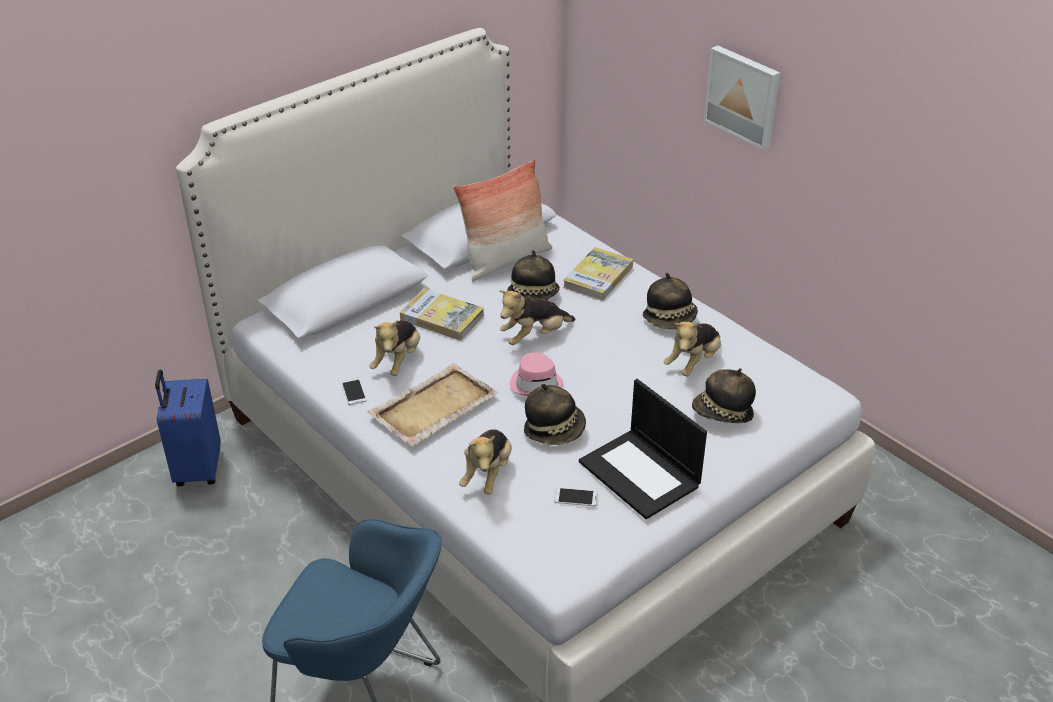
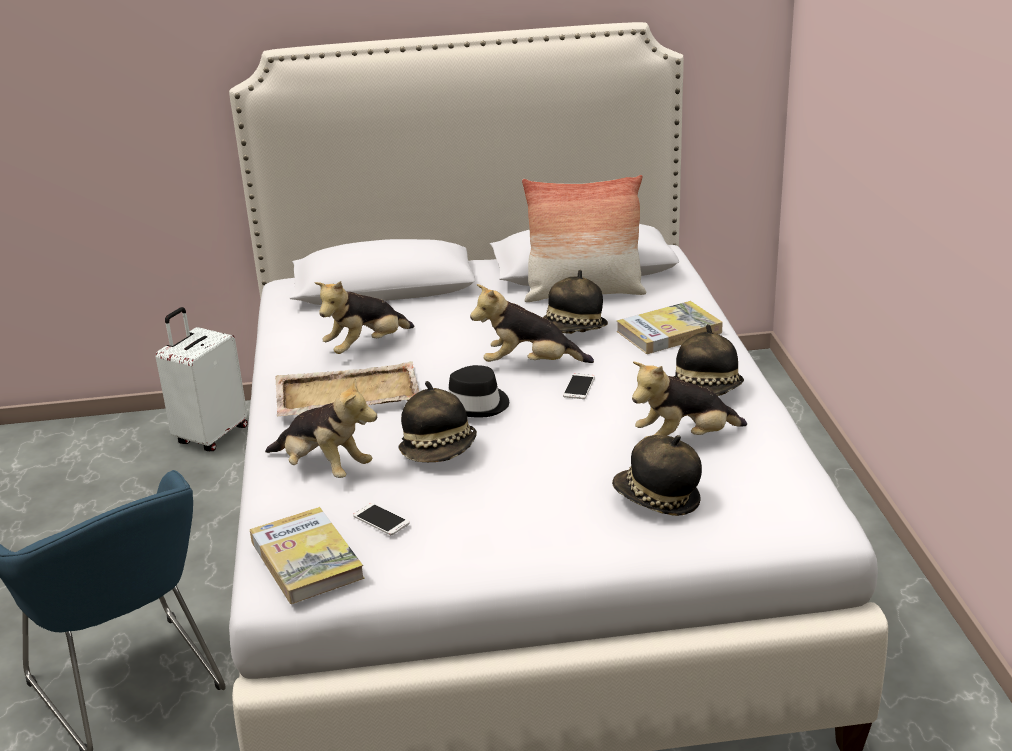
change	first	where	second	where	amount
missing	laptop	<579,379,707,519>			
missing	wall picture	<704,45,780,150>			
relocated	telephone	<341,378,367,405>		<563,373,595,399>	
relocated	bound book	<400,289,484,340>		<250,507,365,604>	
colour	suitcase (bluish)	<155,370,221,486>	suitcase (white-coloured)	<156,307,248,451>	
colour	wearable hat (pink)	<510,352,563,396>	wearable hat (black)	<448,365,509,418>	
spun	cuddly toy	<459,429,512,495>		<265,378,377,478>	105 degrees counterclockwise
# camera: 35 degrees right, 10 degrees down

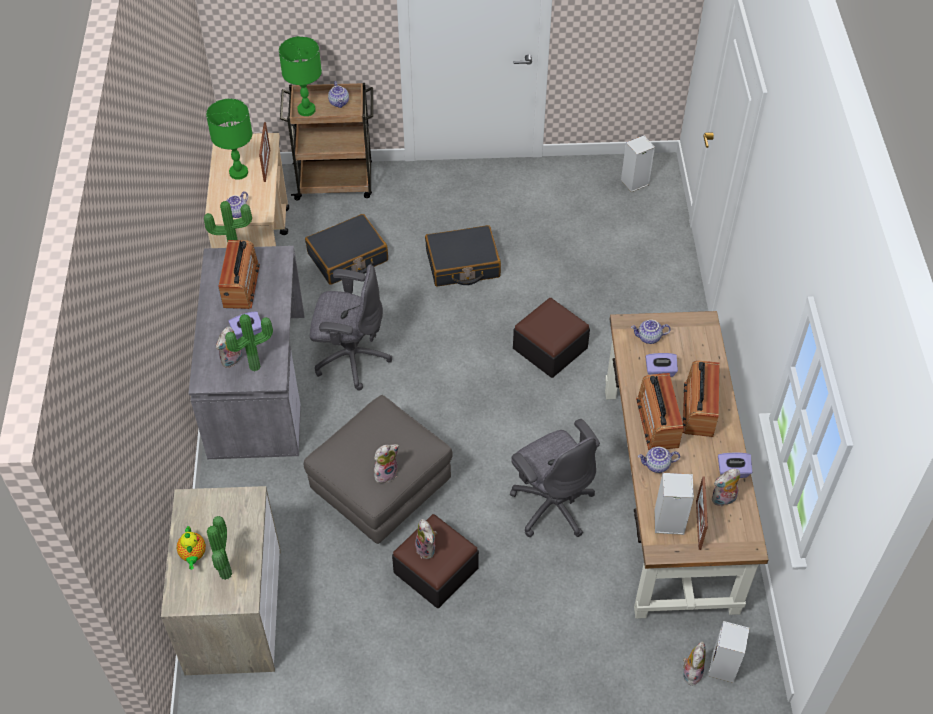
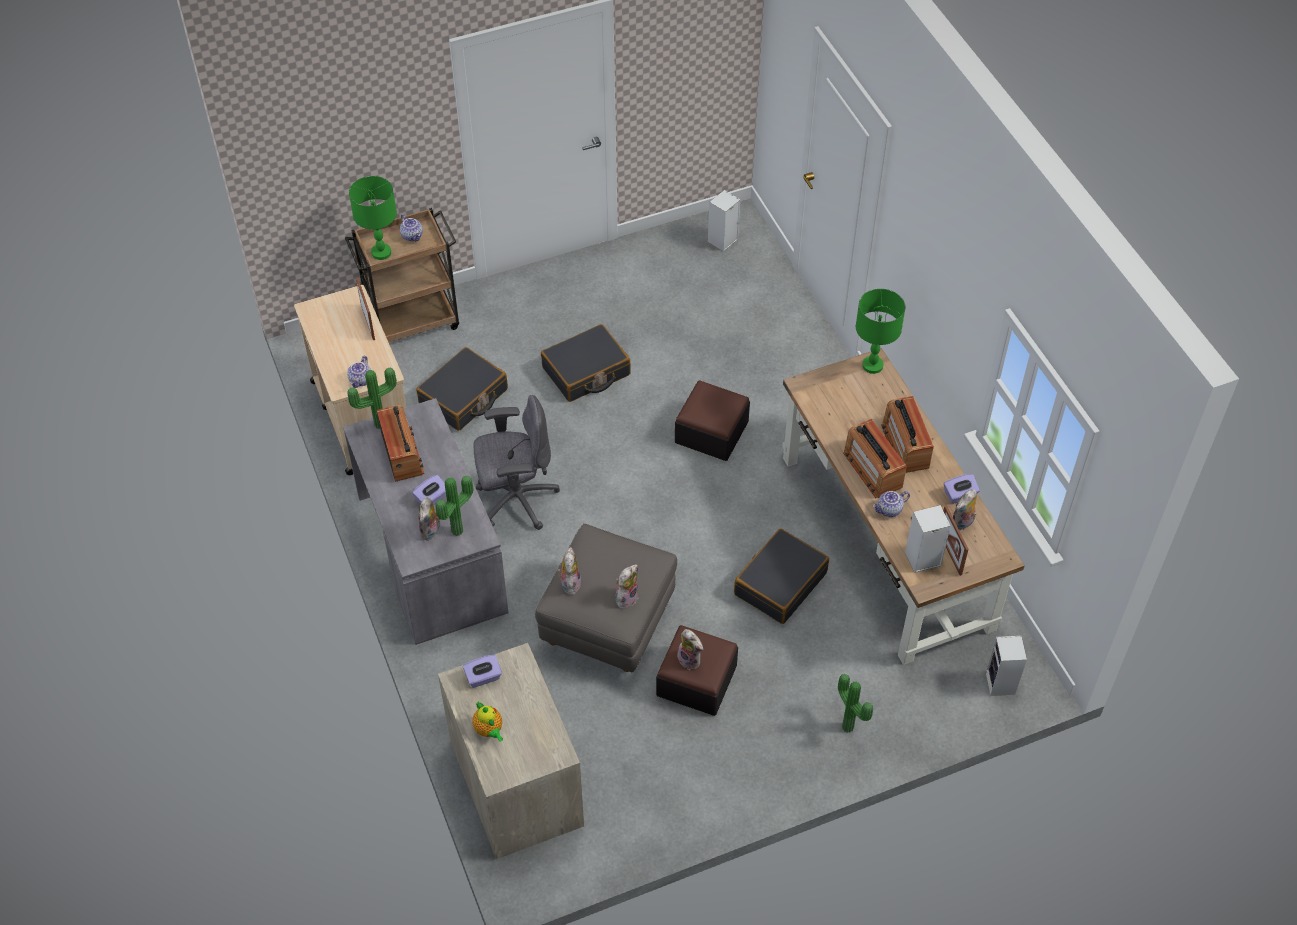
change	first	where	second	where	amount
missing	tea pot	<631,320,671,344>			
relocated	tabletop lamp (greenish)	<206,99,252,180>		<856,289,905,374>	
relocated	plant in a pot	<207,516,232,580>		<838,674,873,733>	
relocated	tissue holder (purple-coloured)	<645,353,678,377>		<463,655,502,688>	
relocated	cuddly toy	<683,641,706,686>		<557,547,581,595>	
exchanged	computer chair (gray)	<510,419,600,537>	suitcase (black)	<734,528,829,624>	
# camera: 20 degrees left, 0 degrees up

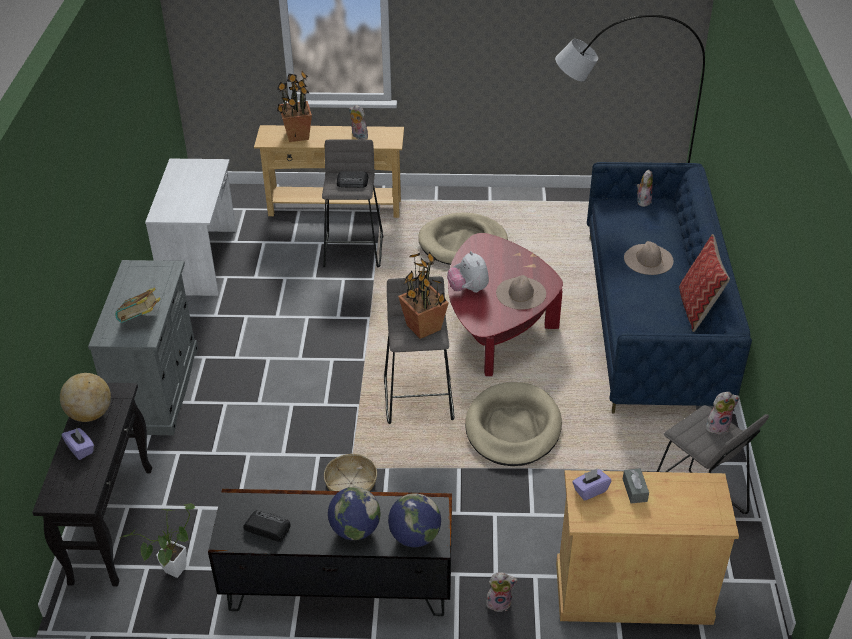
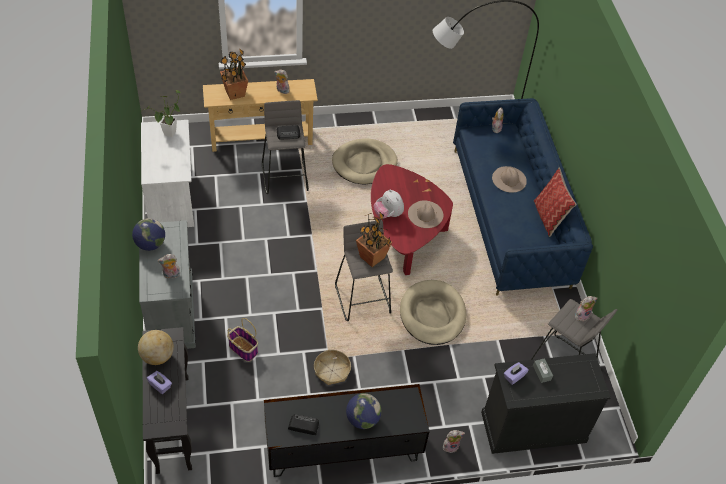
change	first	where	second	where	amount
appeared			storage basket	<227,318,258,362>	
relocated	plant in a pot	<119,503,195,578>		<141,90,181,137>	
relocated	world globe	<388,493,441,547>		<132,218,165,251>	
exchanged	bound book	<115,287,161,323>	cuddly toy	<158,254,180,279>	
colour	storage cabinet (beige-coloured)	<556,470,739,625>	storage cabinet (black)	<481,353,611,454>	
# camera: 15 degrees left, 10 degrees up

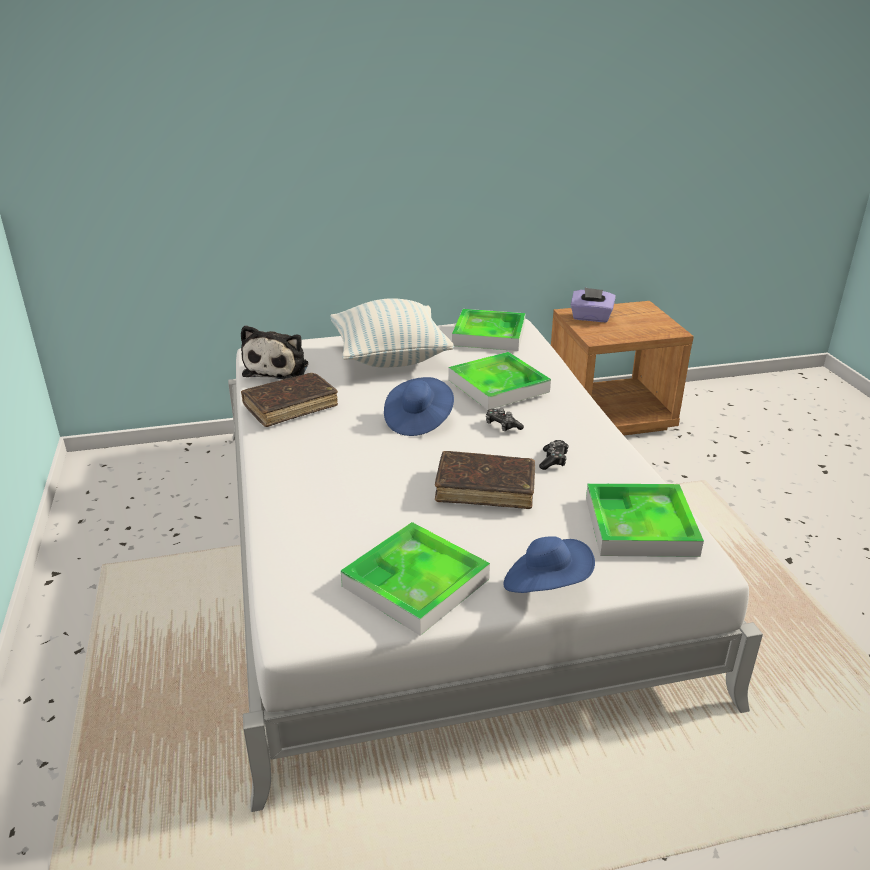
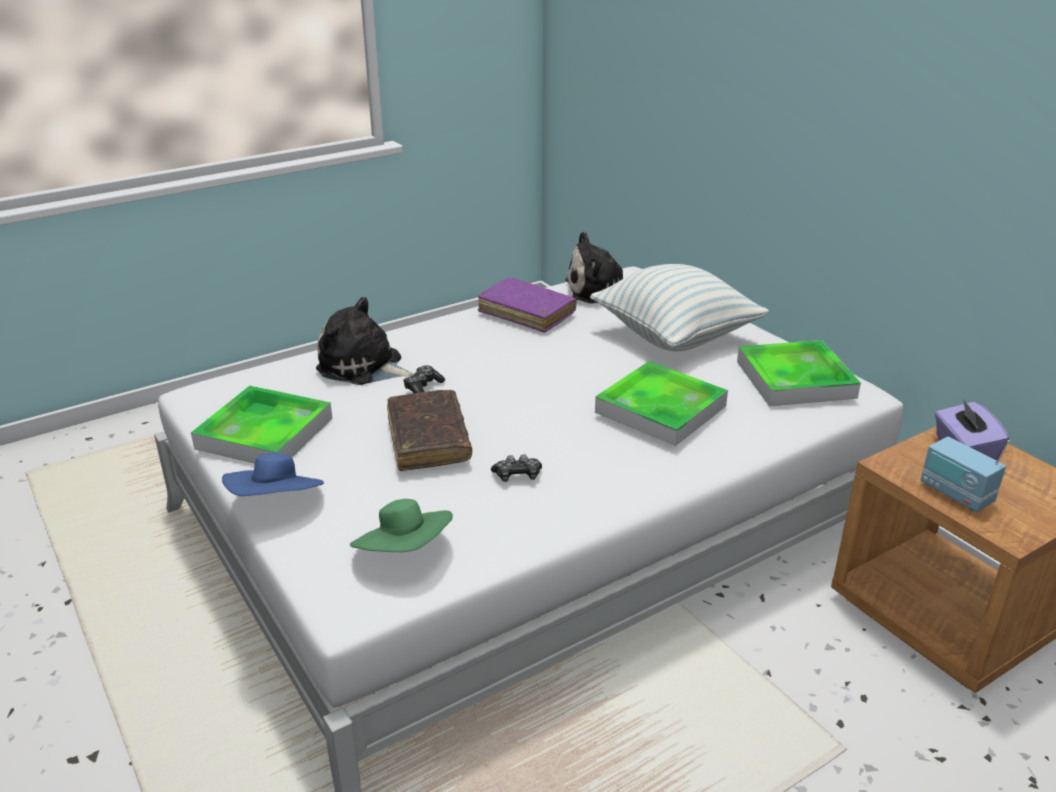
change	first	where	second	where	amount
missing	wearable hat (bluish)	<384,377,454,436>			
appeared			cuddly toy	<316,297,413,385>	
appeared			radio set	<921,437,1010,512>	
relocated	gamepad	<486,408,524,432>		<403,365,445,393>	
exchanged	tray	<586,483,704,557>	wearable hat (greenish)	<350,499,453,552>	
colour	bound book (brownish)	<241,373,338,427>	bound book (purple-coloured)	<478,277,577,332>	
# camera: 70 degrees right, 0 degrees up

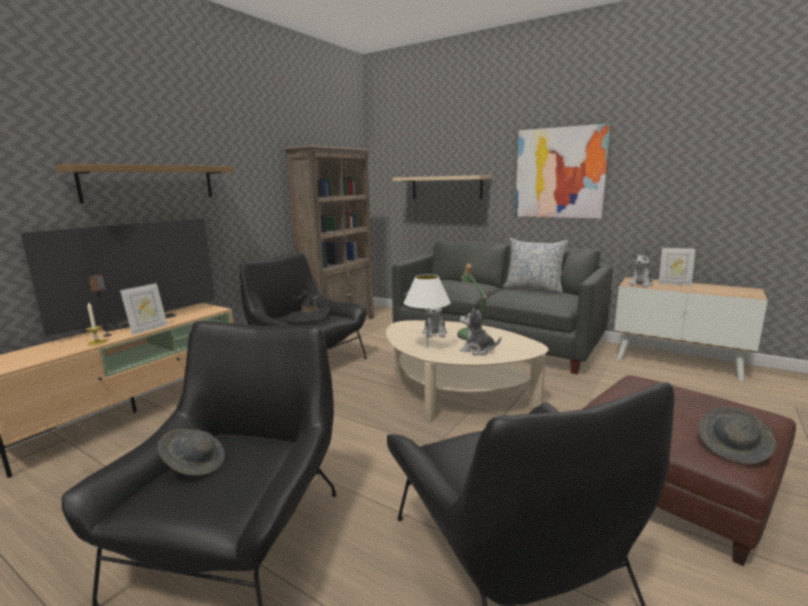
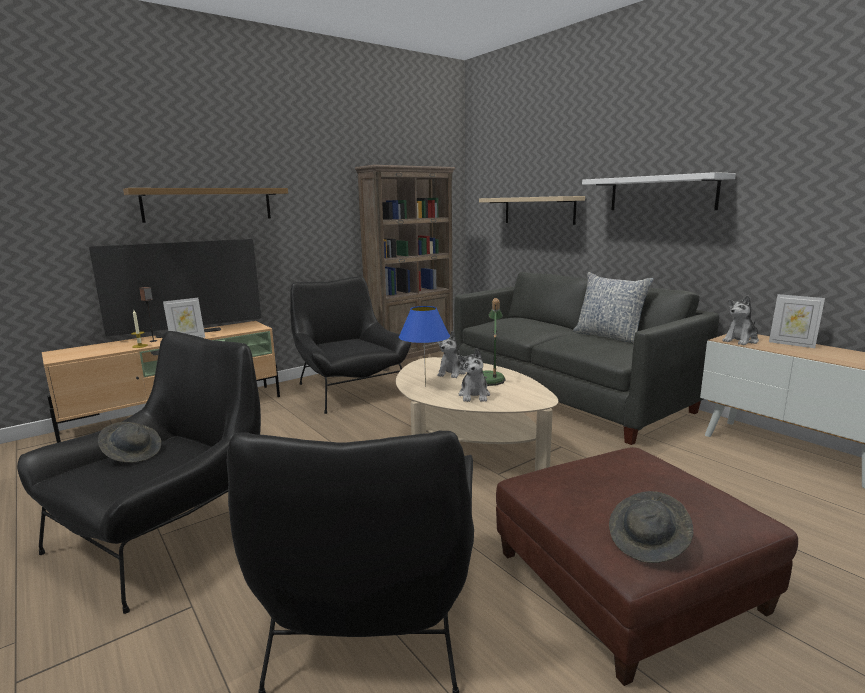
change	first	where	second	where	amount
missing	wearable hat (black)	<286,290,330,322>			
exchanged	wall picture	<515,123,611,219>	wall shelf (white-coloured)	<582,172,736,210>	
colour	tabletop lamp (white-coloured)	<404,274,451,348>	tabletop lamp (bluish)	<399,306,450,387>	
spun	cuddly toy	<460,308,501,355>		<458,349,490,402>	135 degrees counterclockwise
# camera: 20 degrees right, 0 degrees up

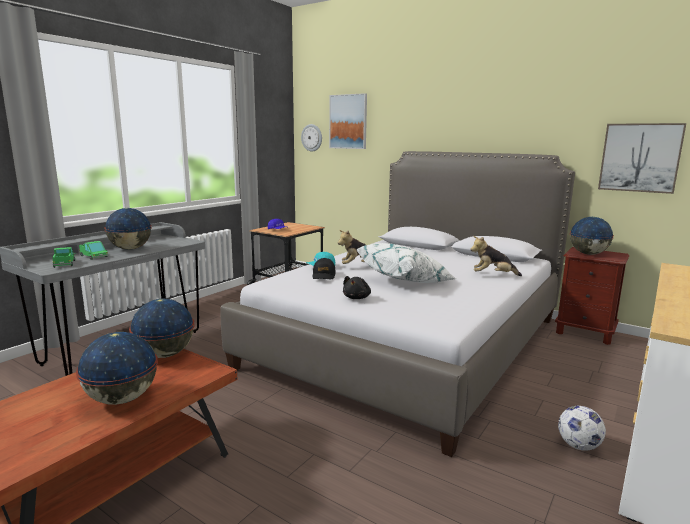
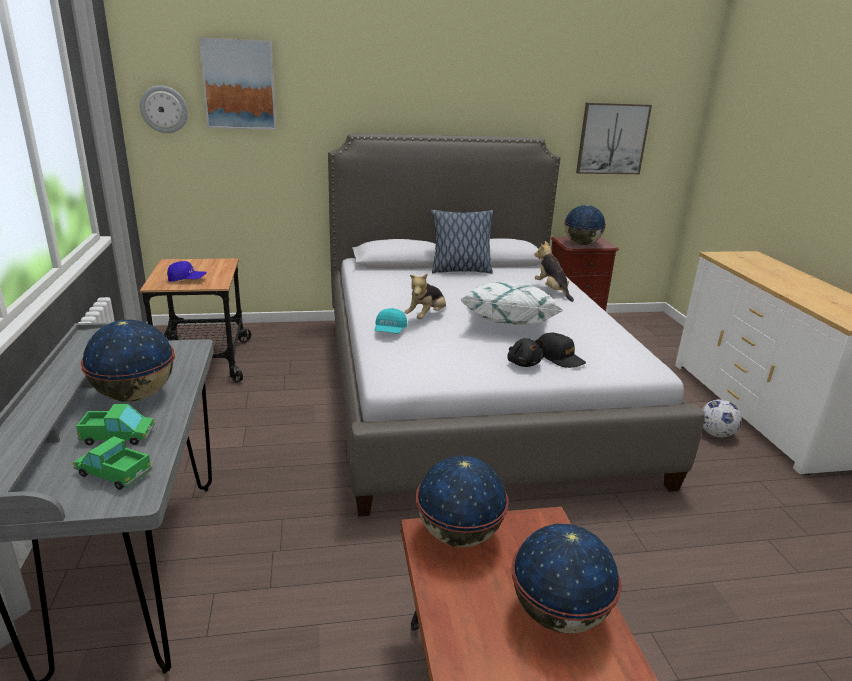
change	first	where	second	where	amount
appeared			cushion	<431,210,493,273>	
relocated	peaked cap (black)	<313,258,336,279>		<539,333,586,368>	
spun	cuddly toy	<470,236,522,276>		<534,241,574,302>	105 degrees clockwise
# camera: 45 degrees left, 10 degrees up

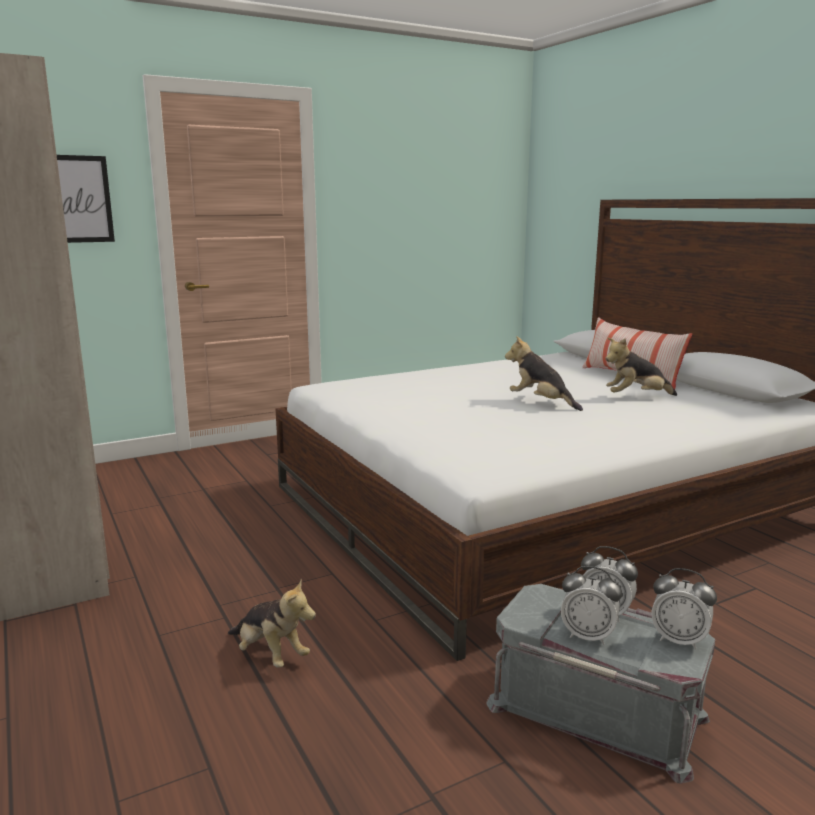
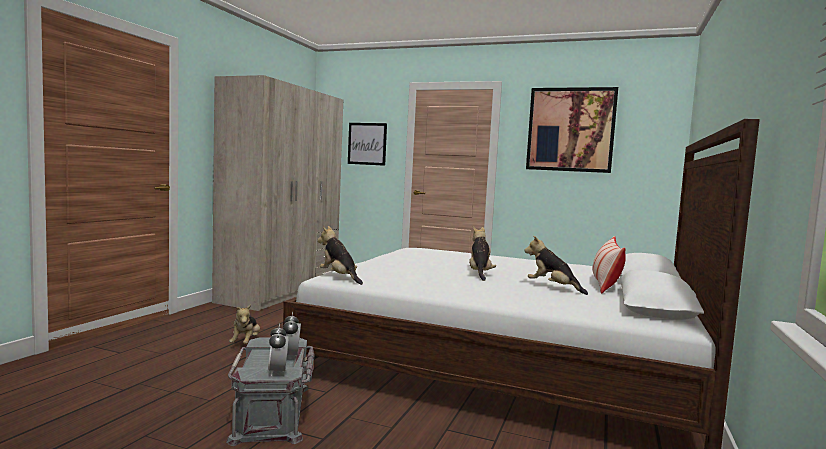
change	first	where	second	where	amount
missing	bedside clock	<561,566,622,645>			
appeared			cuddly toy	<318,226,363,285>	
appeared			wall picture	<526,87,618,173>	
# camera: 50 degrees right, 10 degrees down

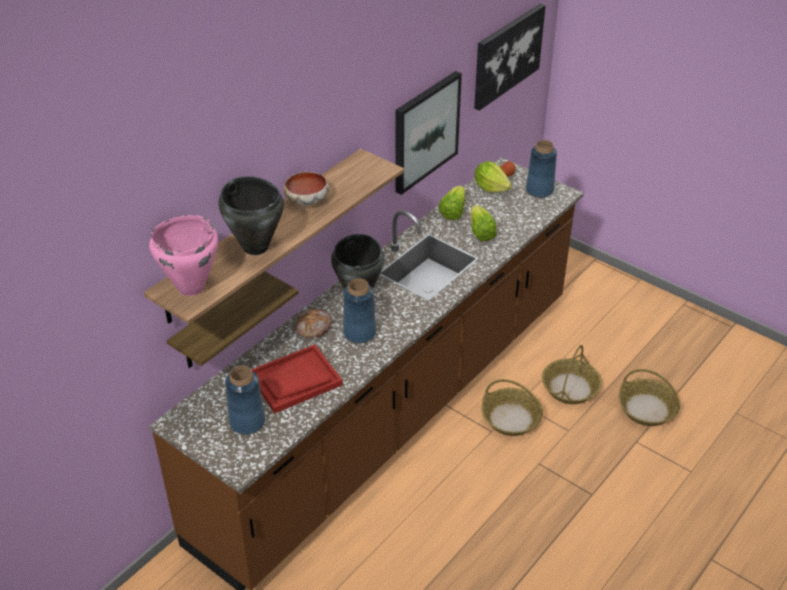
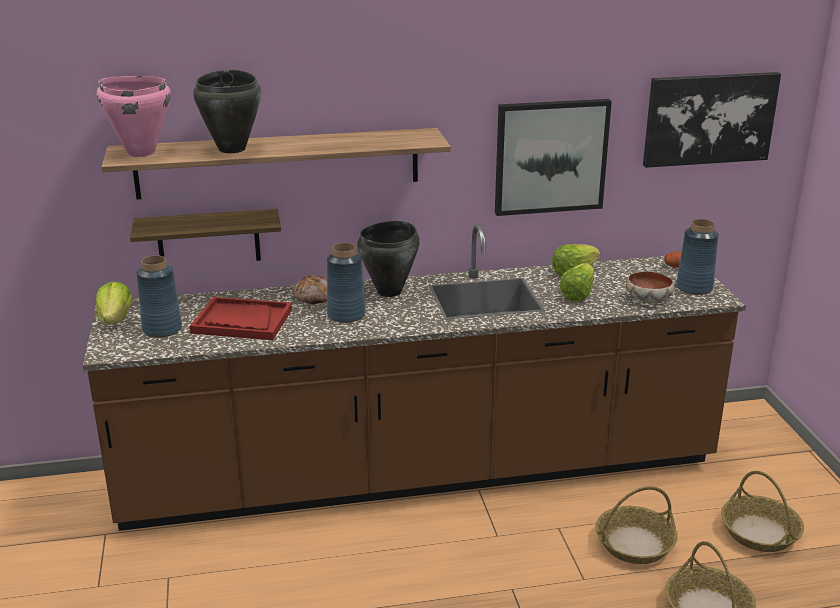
change	first	where	second	where	amount
relocated	serving bowl	<283,172,329,205>		<626,271,674,303>	
relocated	head of lettuce	<475,161,512,193>		<96,281,133,325>	
relocated	storage basket	<481,379,543,436>		<721,471,804,552>	
# camera: 40 degrees right, 15 degrees down

